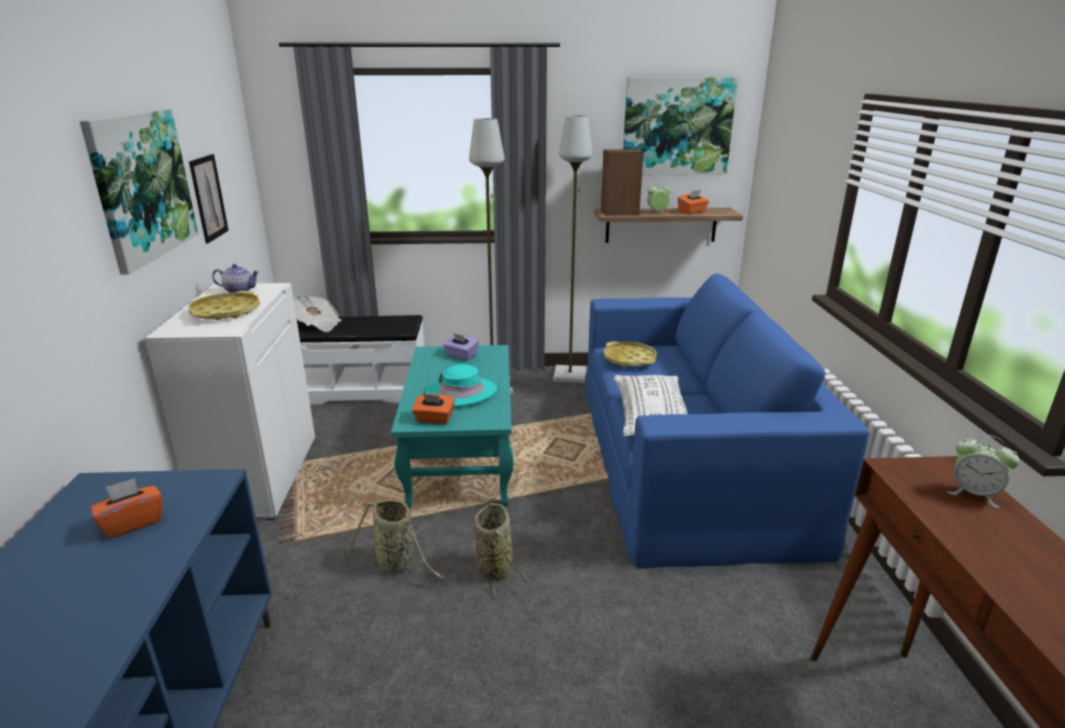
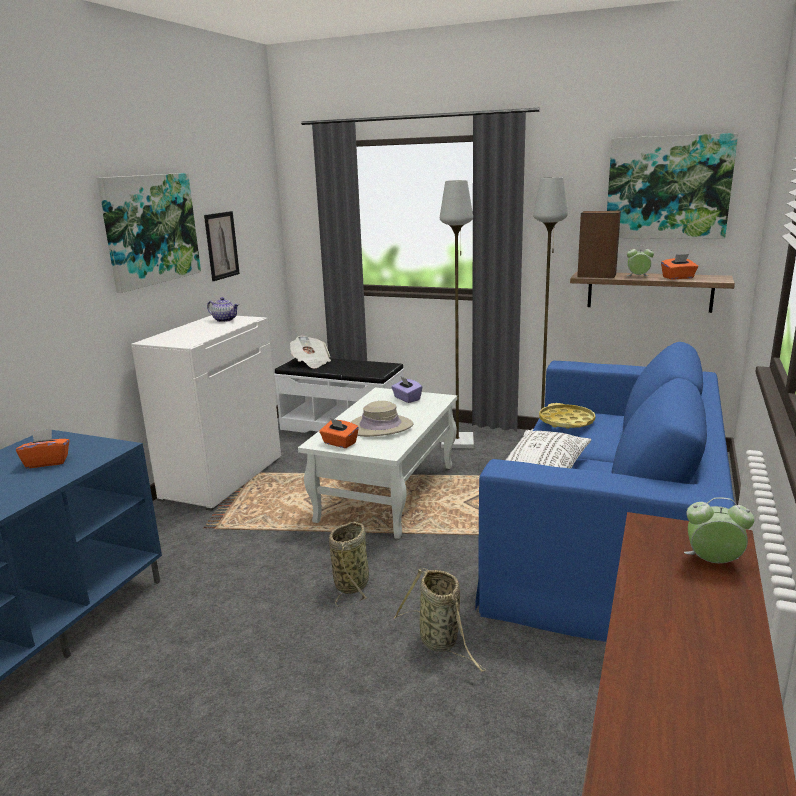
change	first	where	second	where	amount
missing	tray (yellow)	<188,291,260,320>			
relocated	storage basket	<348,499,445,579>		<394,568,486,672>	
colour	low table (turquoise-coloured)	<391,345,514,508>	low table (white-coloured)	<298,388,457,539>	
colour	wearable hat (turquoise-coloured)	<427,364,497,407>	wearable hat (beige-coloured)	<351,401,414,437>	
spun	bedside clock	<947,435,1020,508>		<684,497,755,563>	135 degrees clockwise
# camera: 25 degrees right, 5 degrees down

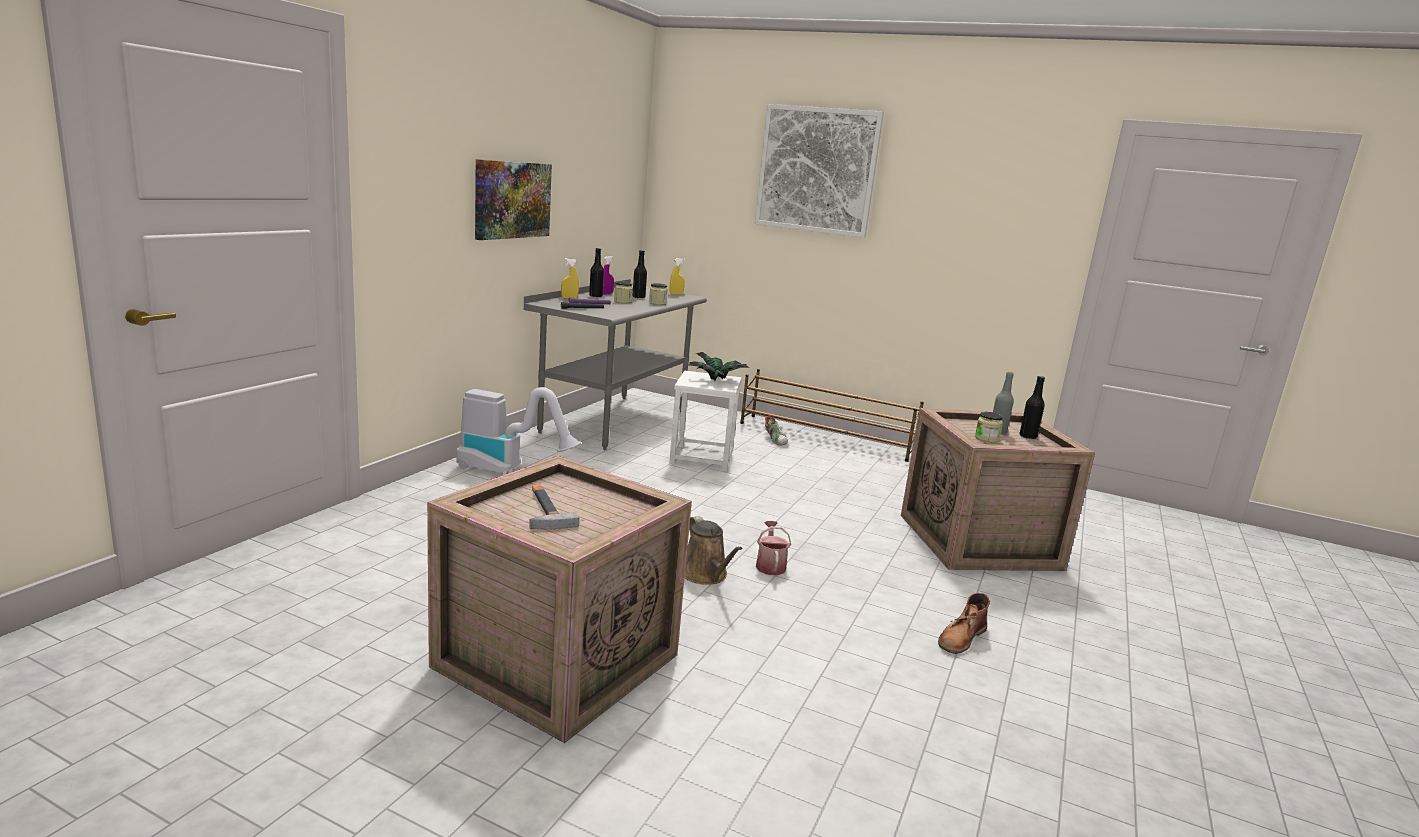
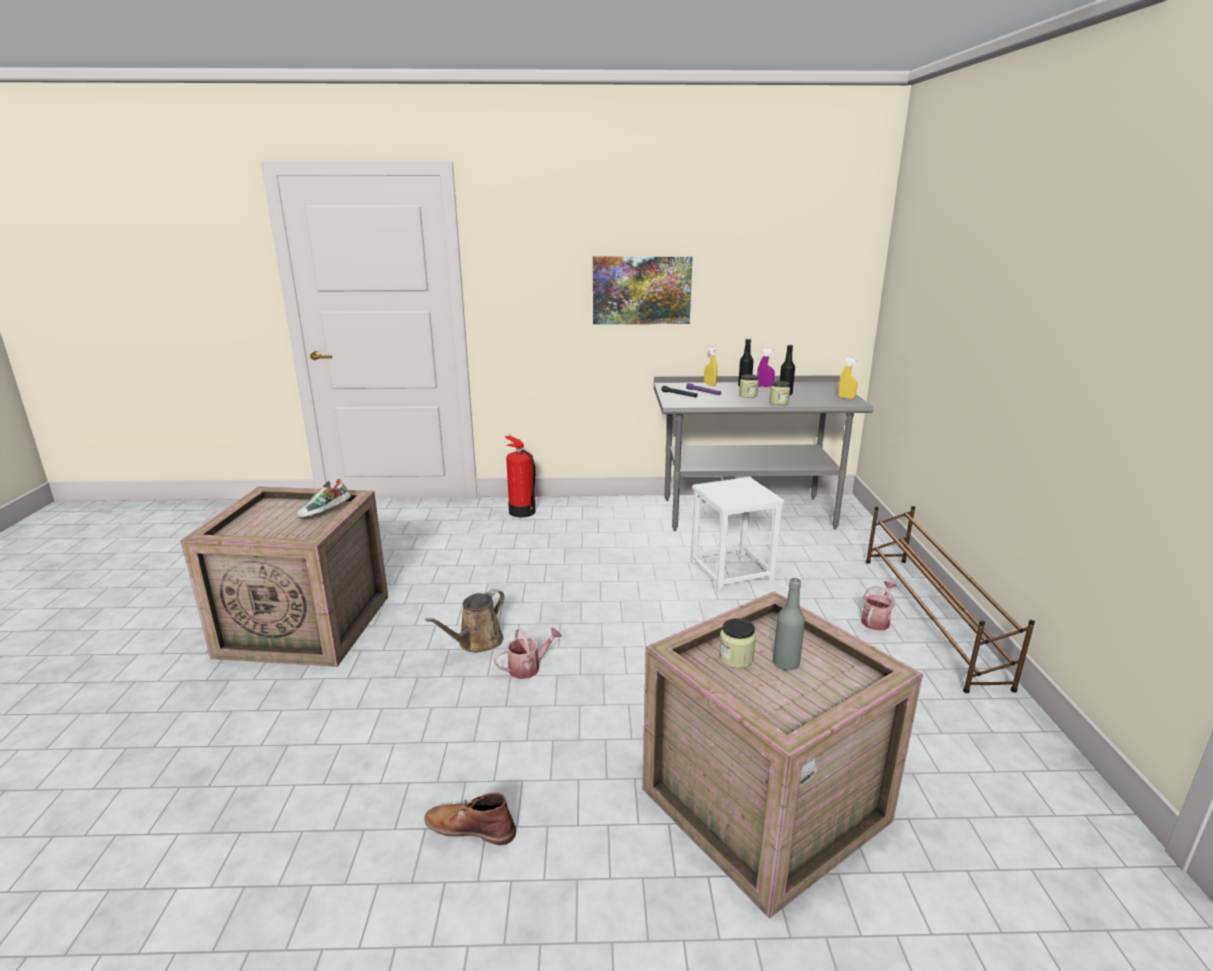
change	first	where	second	where	amount
missing	hoover	<457,387,581,475>			
missing	hammer	<529,484,579,529>			
missing	plant in a pot	<689,352,749,381>			
missing	wall picture	<755,104,884,238>			
missing	bottle (black)	<1019,376,1045,439>			
appeared			fire extinguisher	<505,435,536,517>	
appeared			watering pot	<861,581,896,630>	
relocated	shoe	<765,416,788,445>		<297,479,351,519>	
# camera: 65 degrees right, 5 degrees up

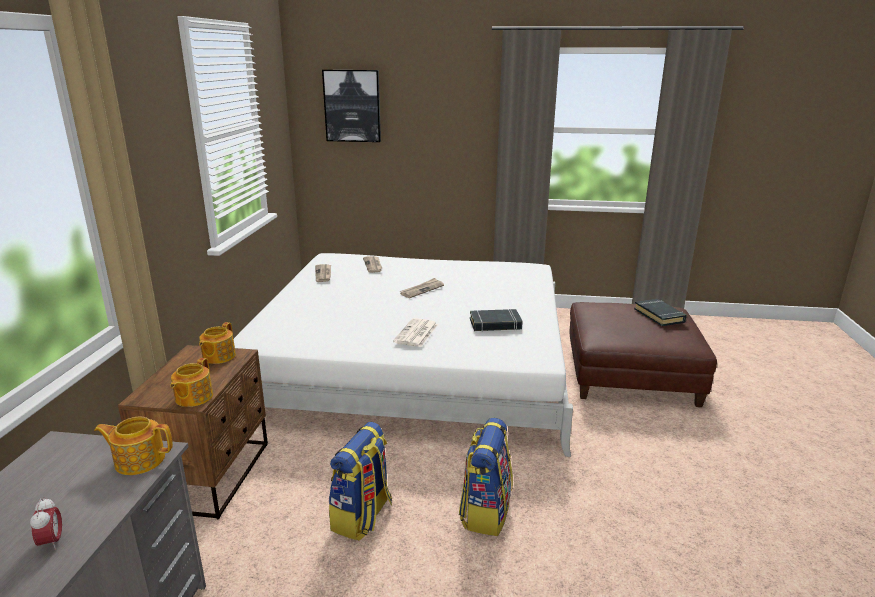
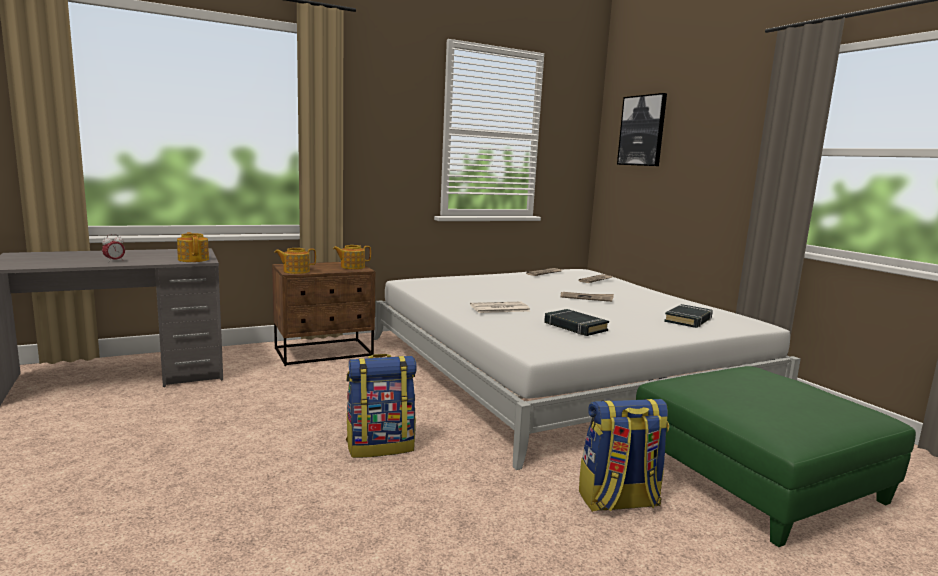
change	first	where	second	where	amount
relocated	backpack	<329,422,392,541>		<579,399,669,512>	
relocated	bound book (black)	<634,299,687,326>		<664,304,713,328>	
colour	ottoman (brownish)	<570,302,717,407>	ottoman (greenish)	<636,366,916,547>	
# camera: 55 degrees right, 10 degrees down

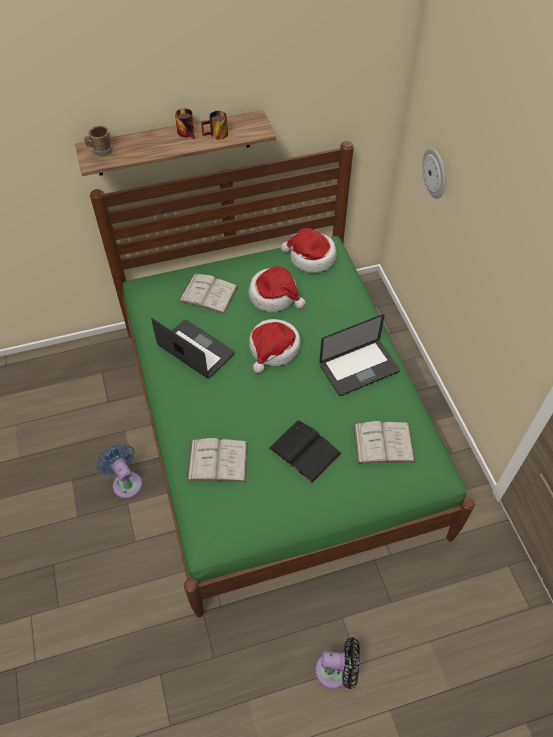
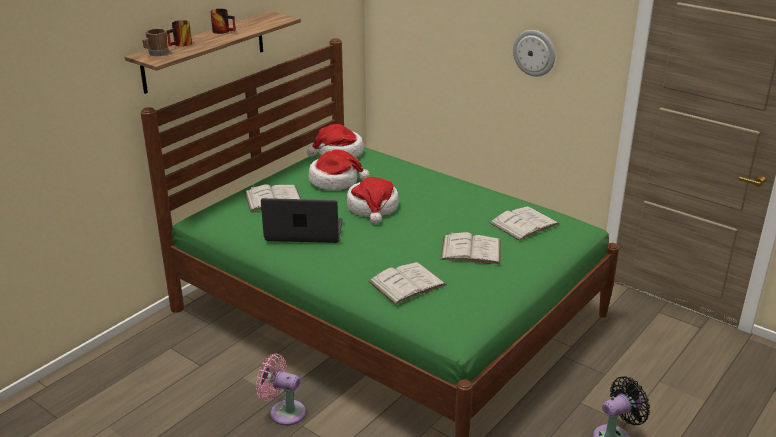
change	first	where	second	where	amount
missing	laptop	<319,314,400,396>			
relocated	tea mug	<201,111,228,140>		<167,20,192,47>	
relocated	clock on the wall	<422,148,445,199>		<513,30,555,77>	
colour	fan (bluish)	<96,444,142,499>	fan (pink)	<256,354,306,426>	
colour	bound book (black)	<269,420,342,484>	bound book (white-coloured)	<441,232,501,264>	
# camera: 35 degrees left, 25 degrees down

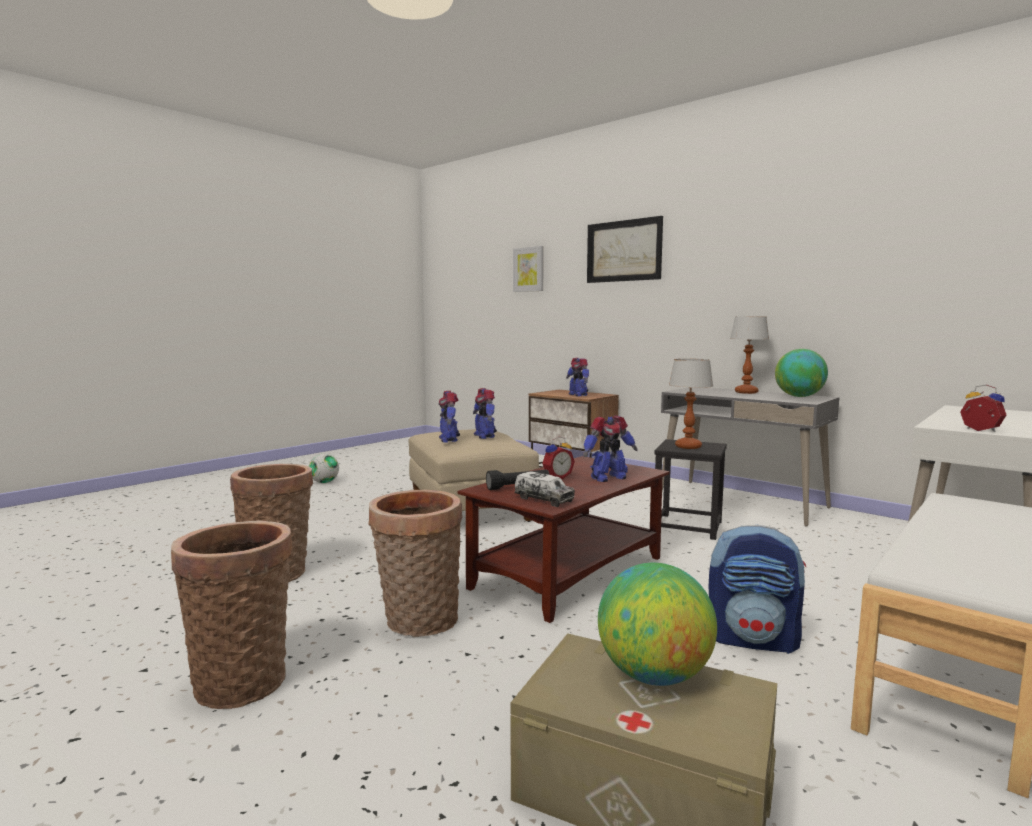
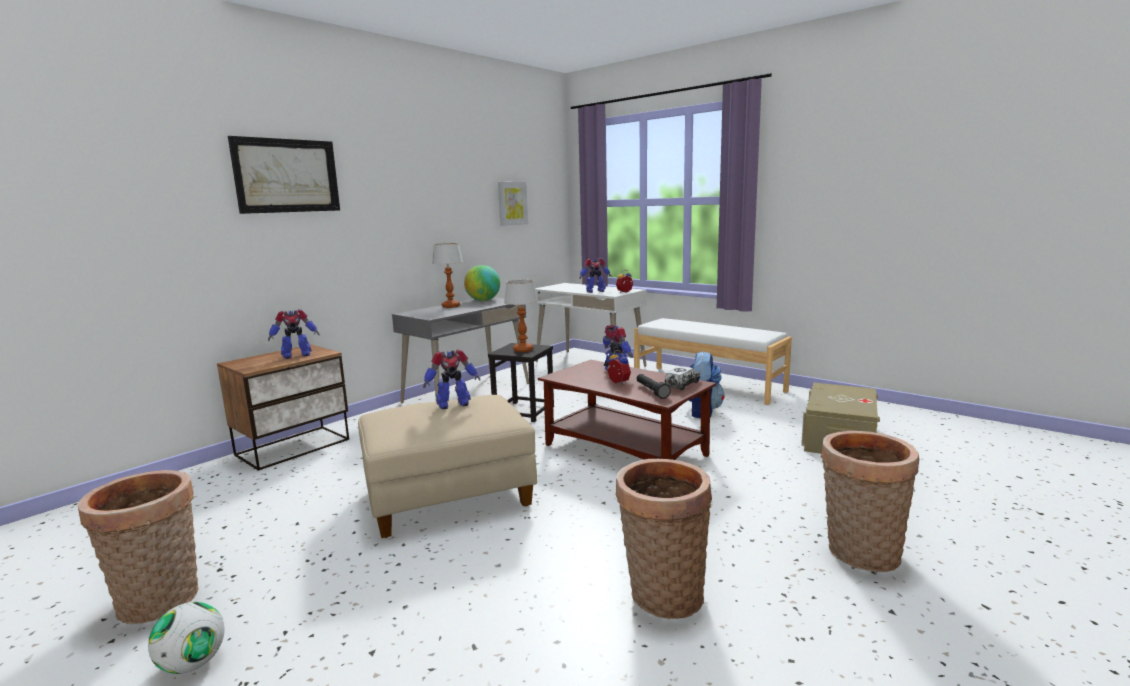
change	first	where	second	where	amount
missing	world globe	<598,563,717,686>			
relocated	storage basket	<368,489,463,637>		<78,470,199,624>	
relocated	robot figure	<438,391,460,442>		<579,258,612,293>	
relocated	wall picture	<513,246,544,292>		<498,182,528,226>	
# camera: 90 degrees left, 5 degrees up

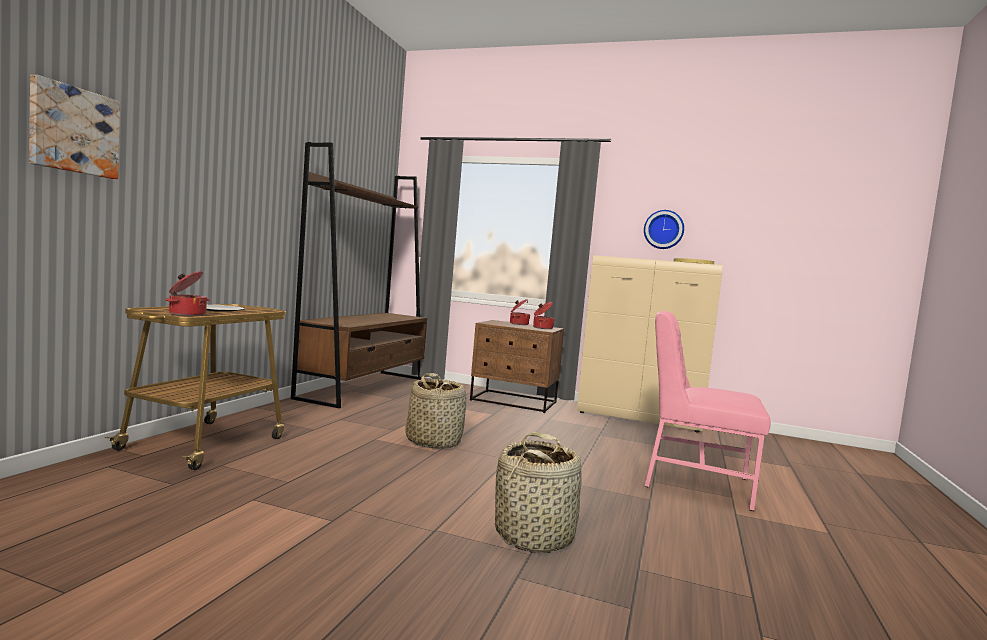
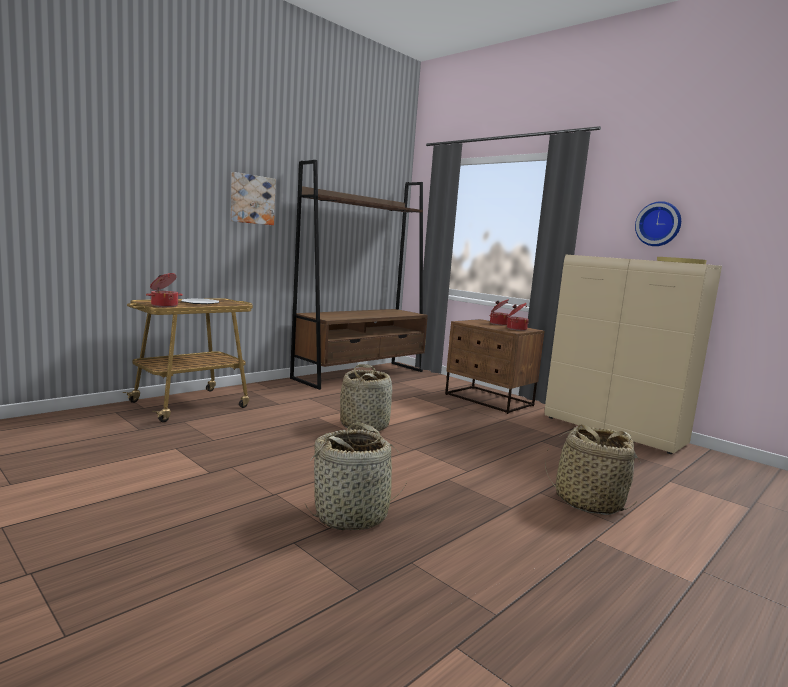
change	first	where	second	where	amount
relocated	wall picture	<29,75,120,179>		<231,172,276,225>	
exchanged	chair (pink)	<645,311,771,511>	storage basket	<545,424,641,515>	
# camera: 25 degrees right, 5 degrees up

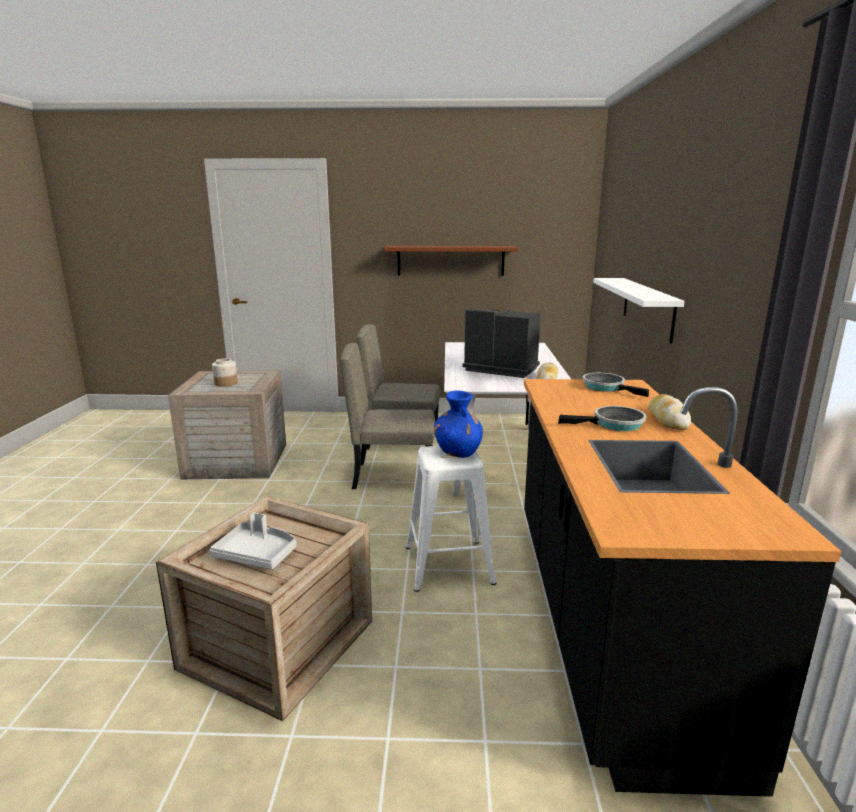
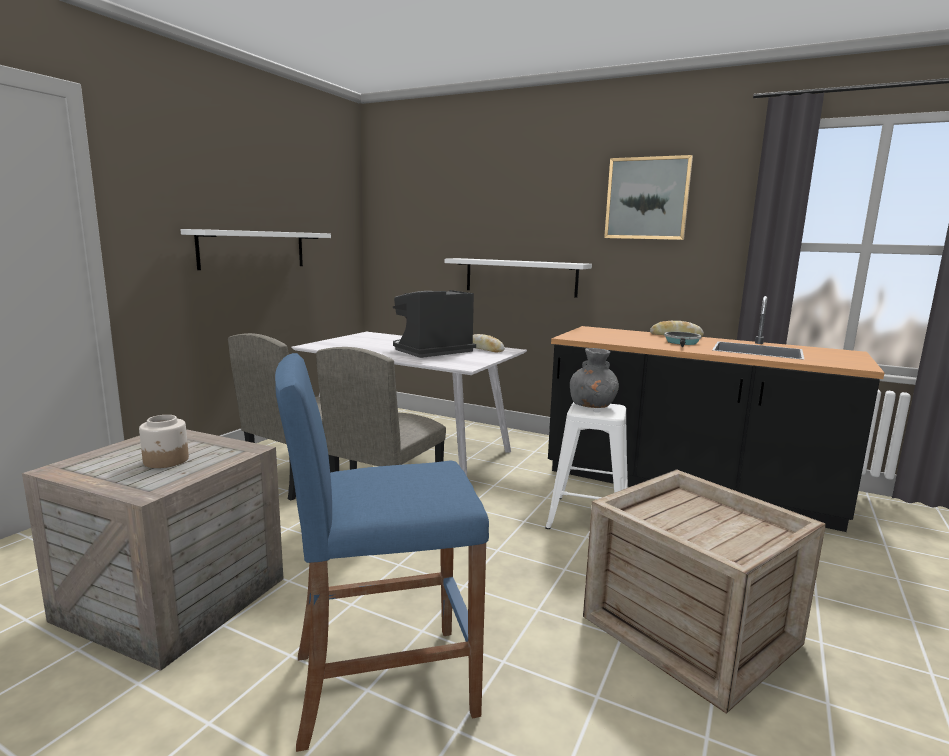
change	first	where	second	where	amount
missing	tray (gray)	<209,513,297,569>			
missing	pan	<583,373,649,397>			
appeared			stool (bluish)	<275,353,489,752>	
appeared			wall picture	<604,155,693,240>	
colour	wall shelf (brownish)	<384,246,519,276>	wall shelf (white-coloured)	<180,229,331,270>	
colour	vase (bluish)	<434,390,483,458>	vase (gray)	<570,348,619,408>	
# camera: 65 degrees left, 5 degrees down

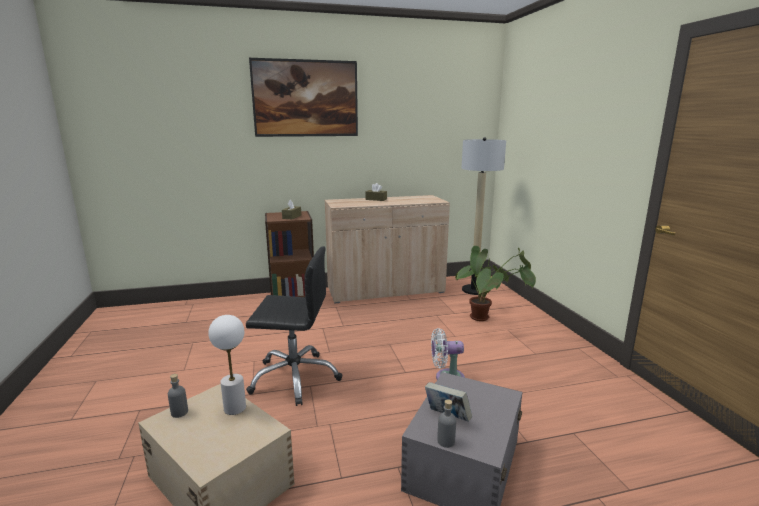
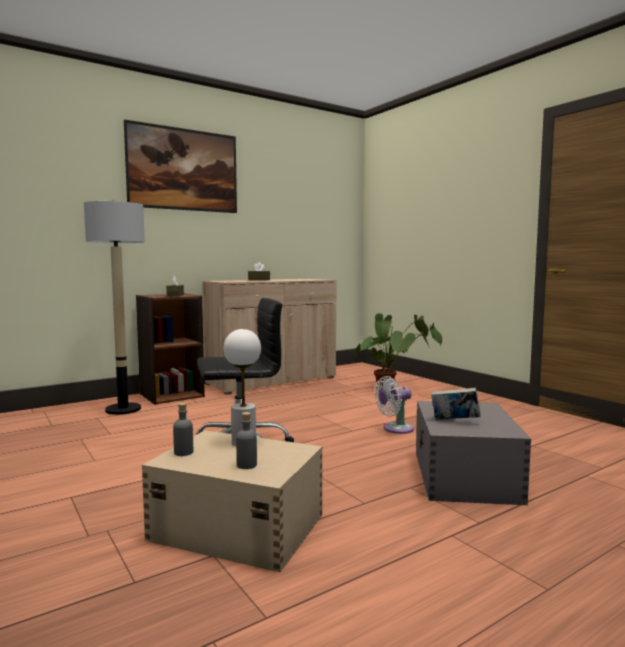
change	first	where	second	where	amount
relocated	bottle (gray)	<437,399,456,448>		<236,412,257,469>	
relocated	standard lamp	<461,137,506,295>		<84,200,145,415>	
# camera: 20 degrees left, 10 degrees down

